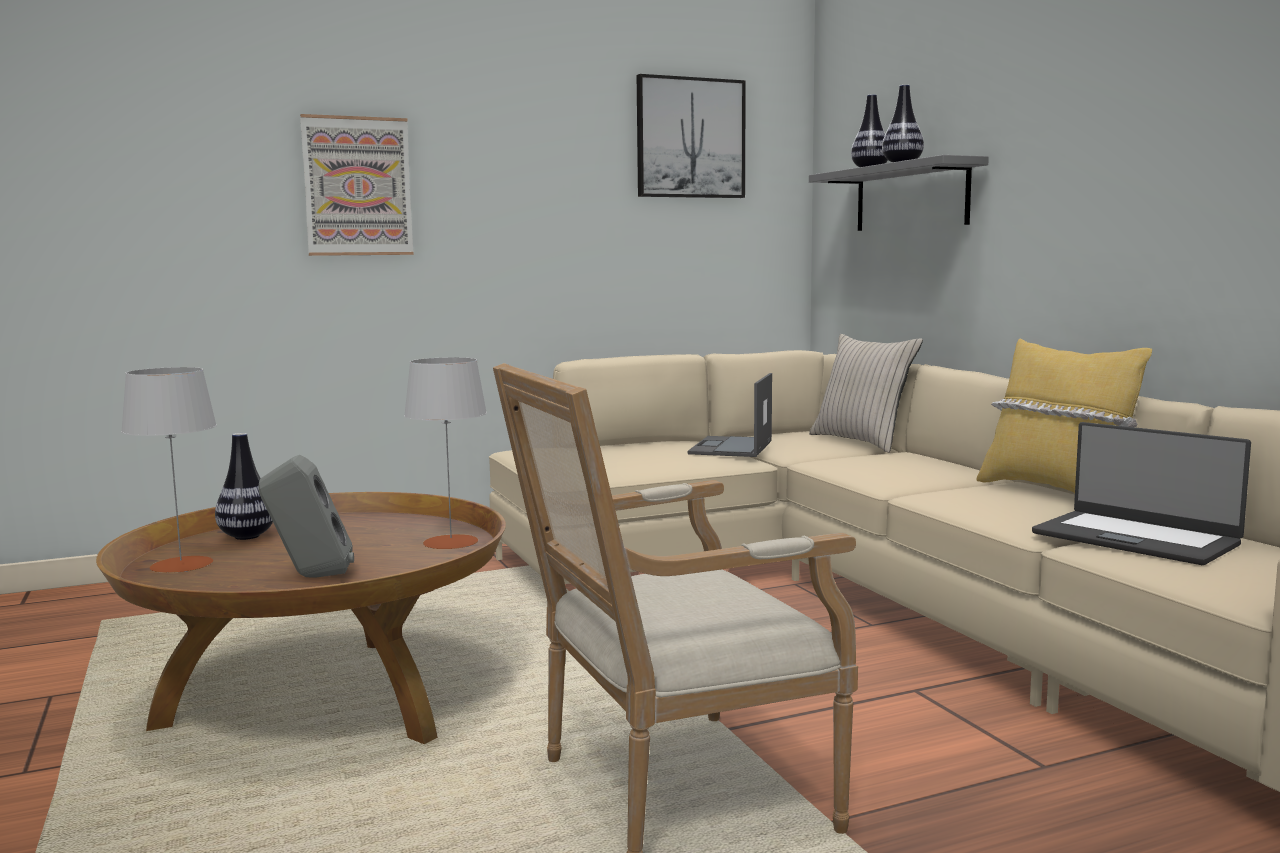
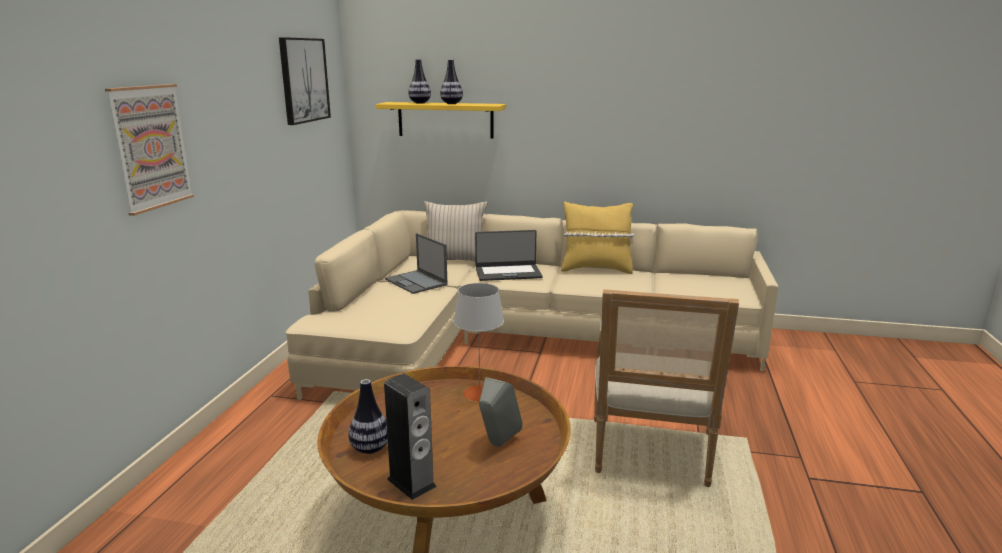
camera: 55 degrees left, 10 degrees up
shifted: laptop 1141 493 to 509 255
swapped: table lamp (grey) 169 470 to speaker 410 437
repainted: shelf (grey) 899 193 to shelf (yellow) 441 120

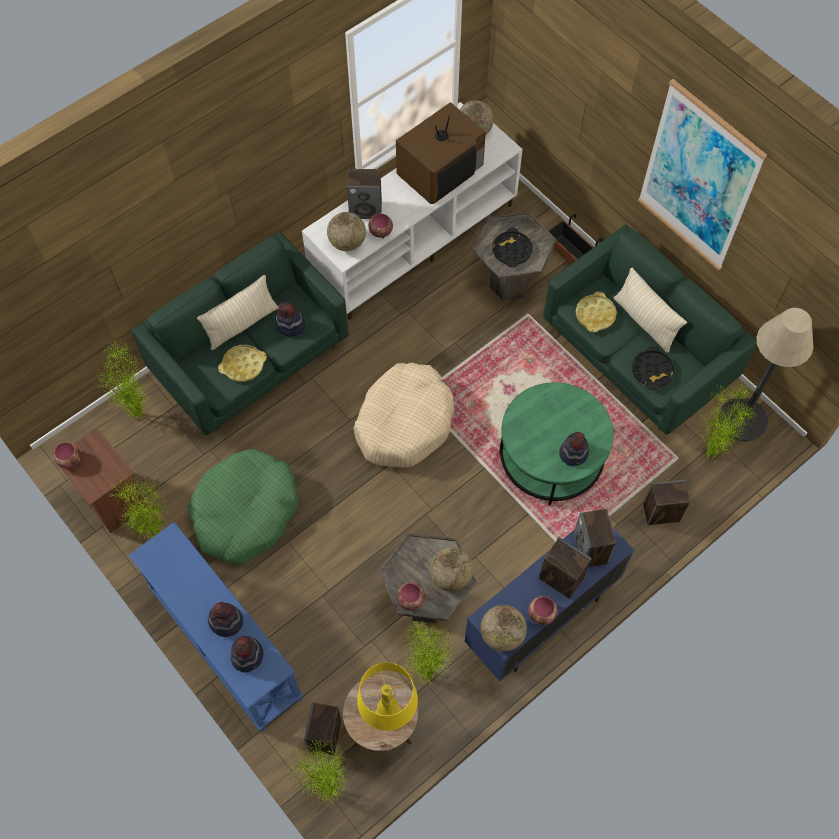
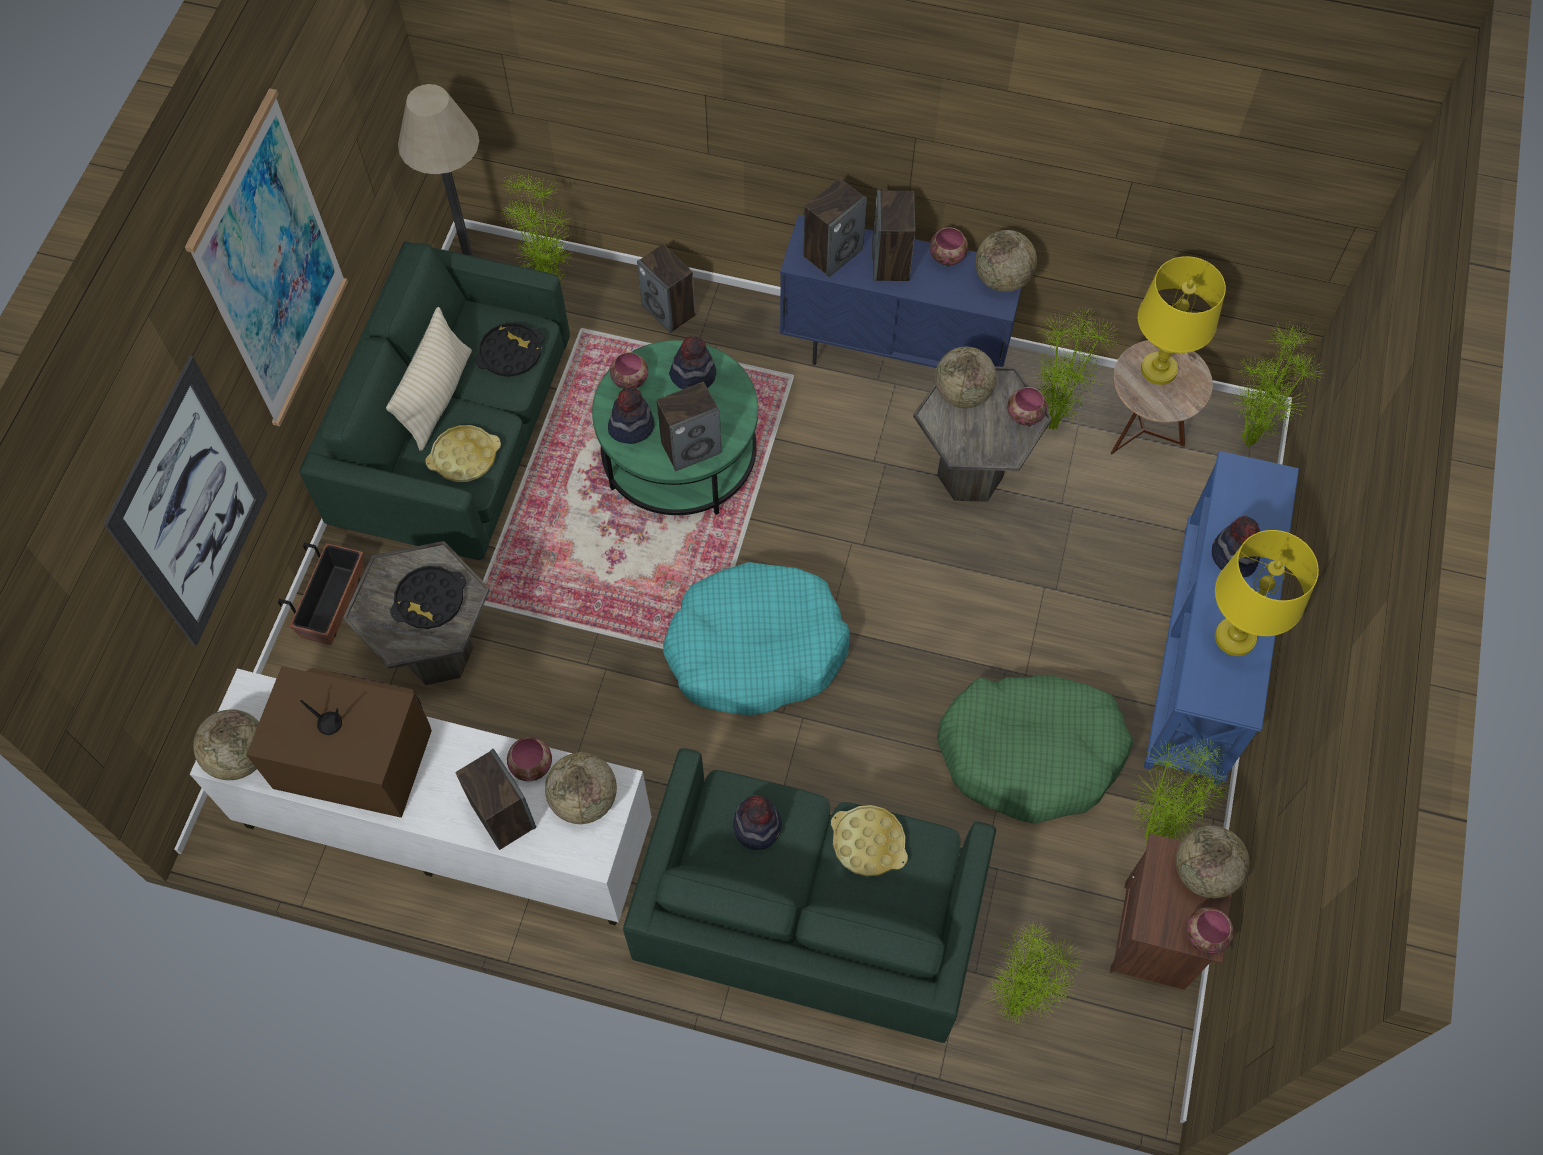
camera: 125 degrees left, 0 degrees up
gone: pillow (beige) 237 312
new: picture 185 501; bowl 629 370; globe 1213 862; table lamp (yellow) 1267 593
shifted: hat 247 654 to 631 415; speaker 323 728 to 689 426
repainted: dog bed (beige) 404 415 to dog bed (turquoise) 756 639

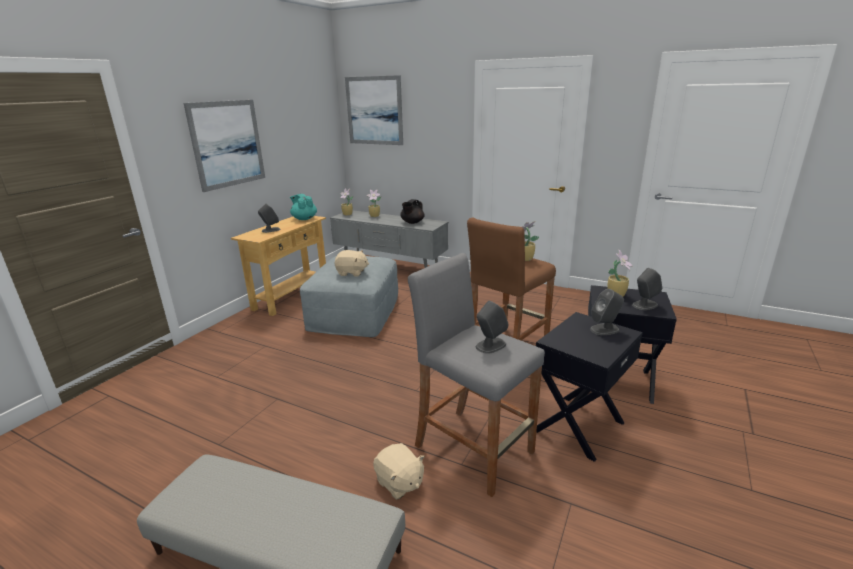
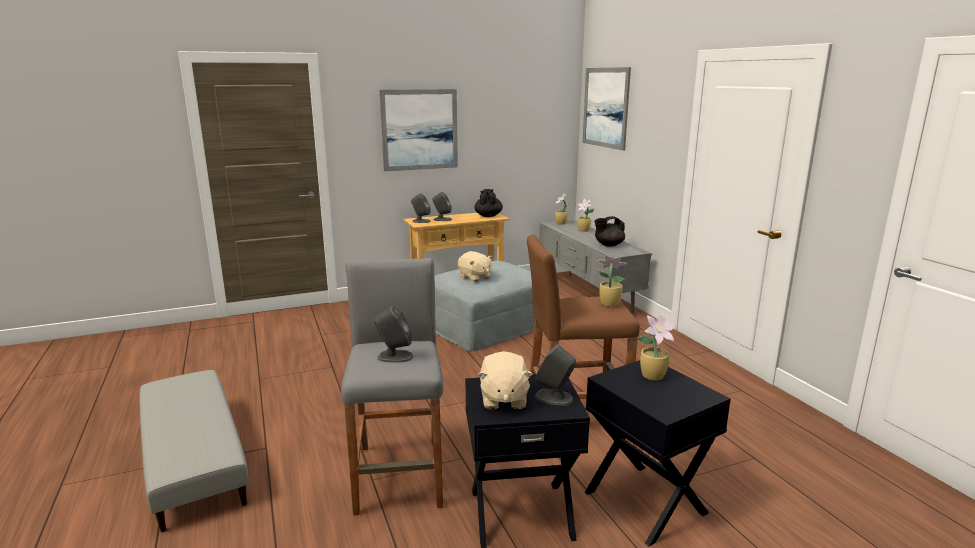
camera: 40 degrees right, 5 degrees down
shifted: plush toy (beige) 399 471 to 505 380; speaker (grey) 647 289 to 421 208
repainted: teapot (turquoise) 303 207 to teapot (black) 489 203

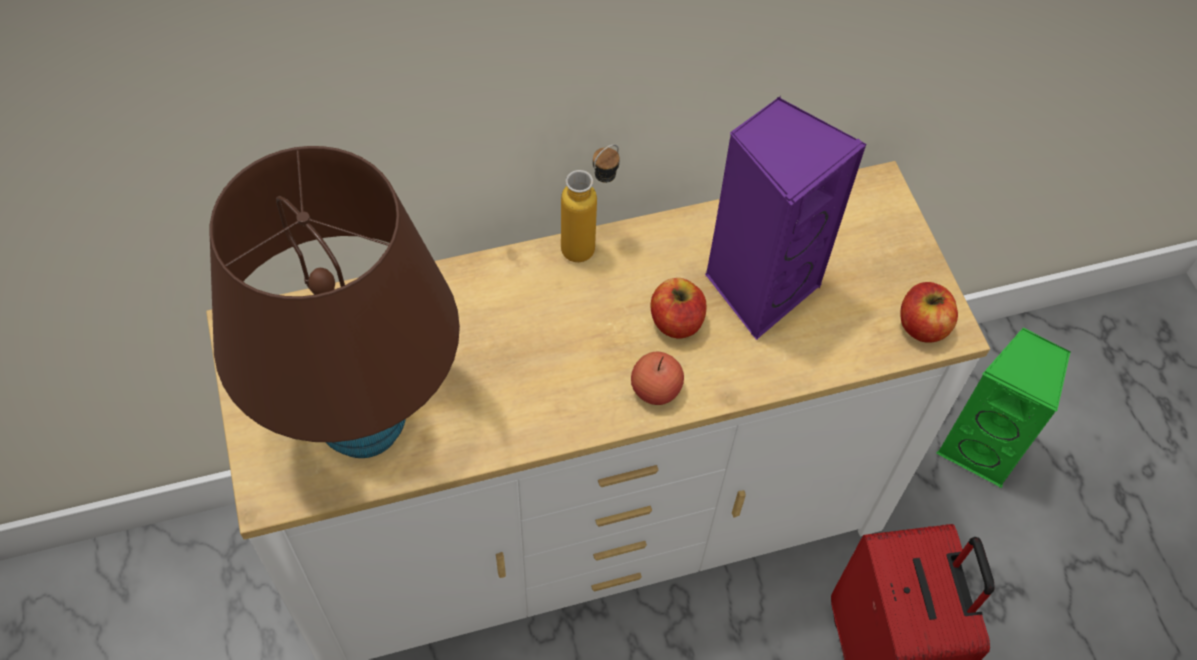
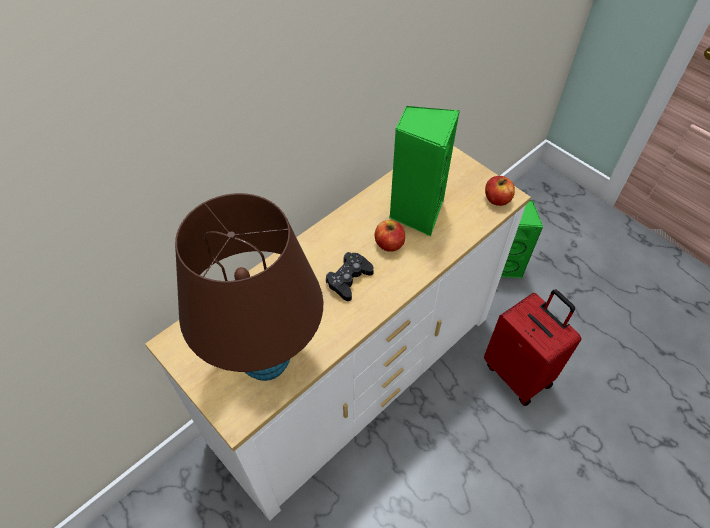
camera: 25 degrees left, 5 degrees down
gone: bottle 590 203; apple 657 378
new: game controller (black) 350 276
repainted: speaker (purple) 786 218 to speaker (green) 424 171

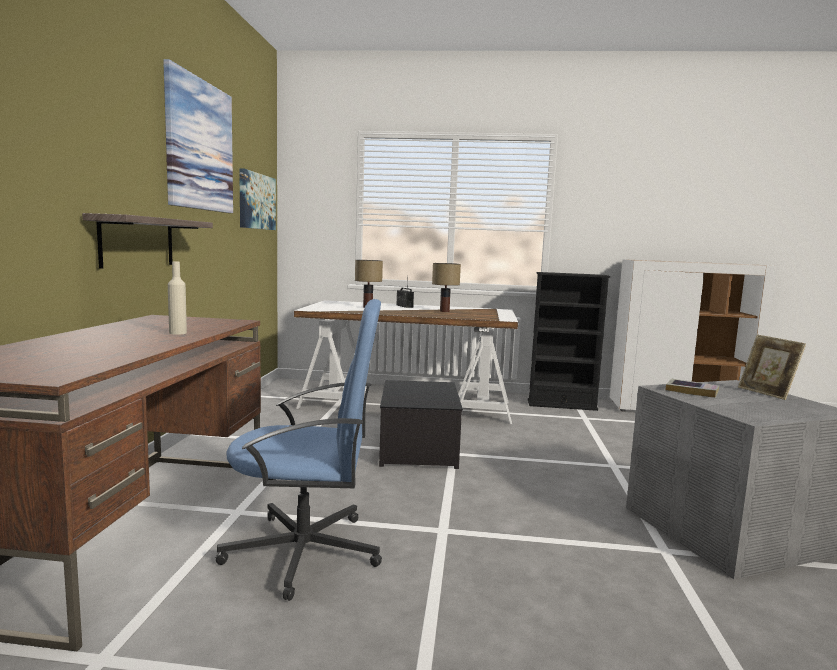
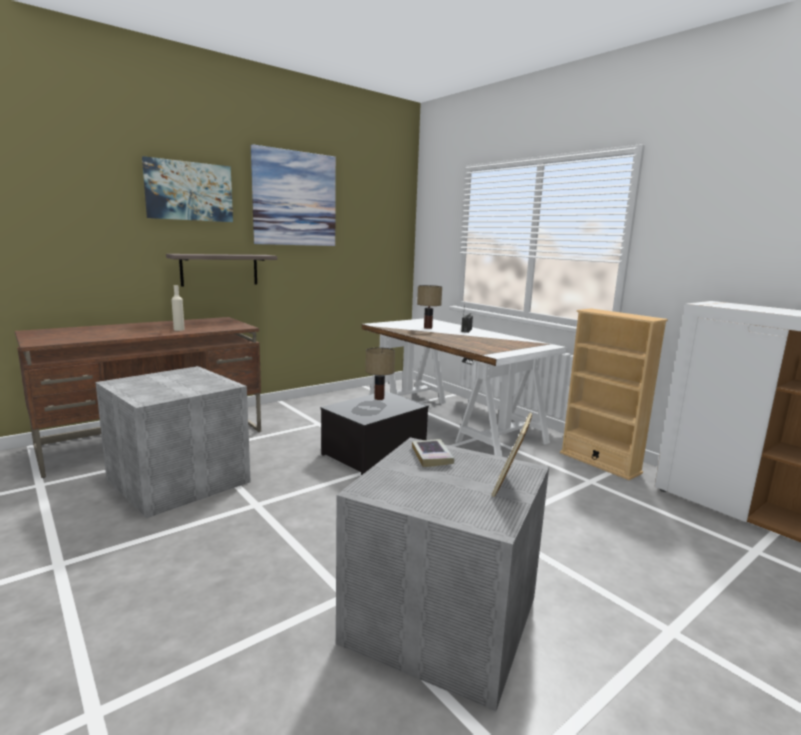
camera: 45 degrees right, 5 degrees up
shifted: picture 257 199 to 187 189; table lamp 446 287 to 380 373
swapped: office chair (blue) 299 450 to storage box (grey) 173 442
repainted: bookcase (black) 569 341 to bookcase (beige) 614 394

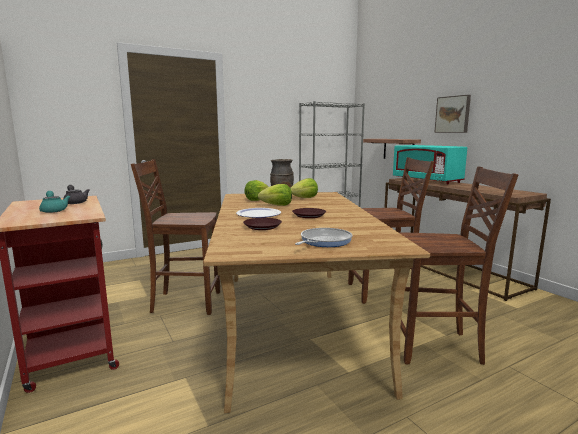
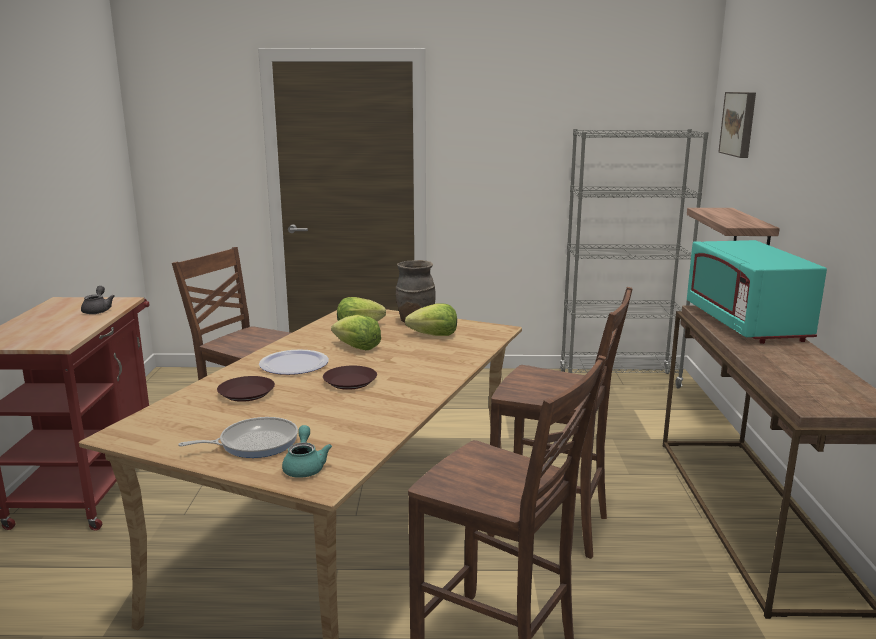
camera: 30 degrees right, 5 degrees up
shifted: teapot (turquoise) 54 202 to 307 451; picture 452 114 to 737 125

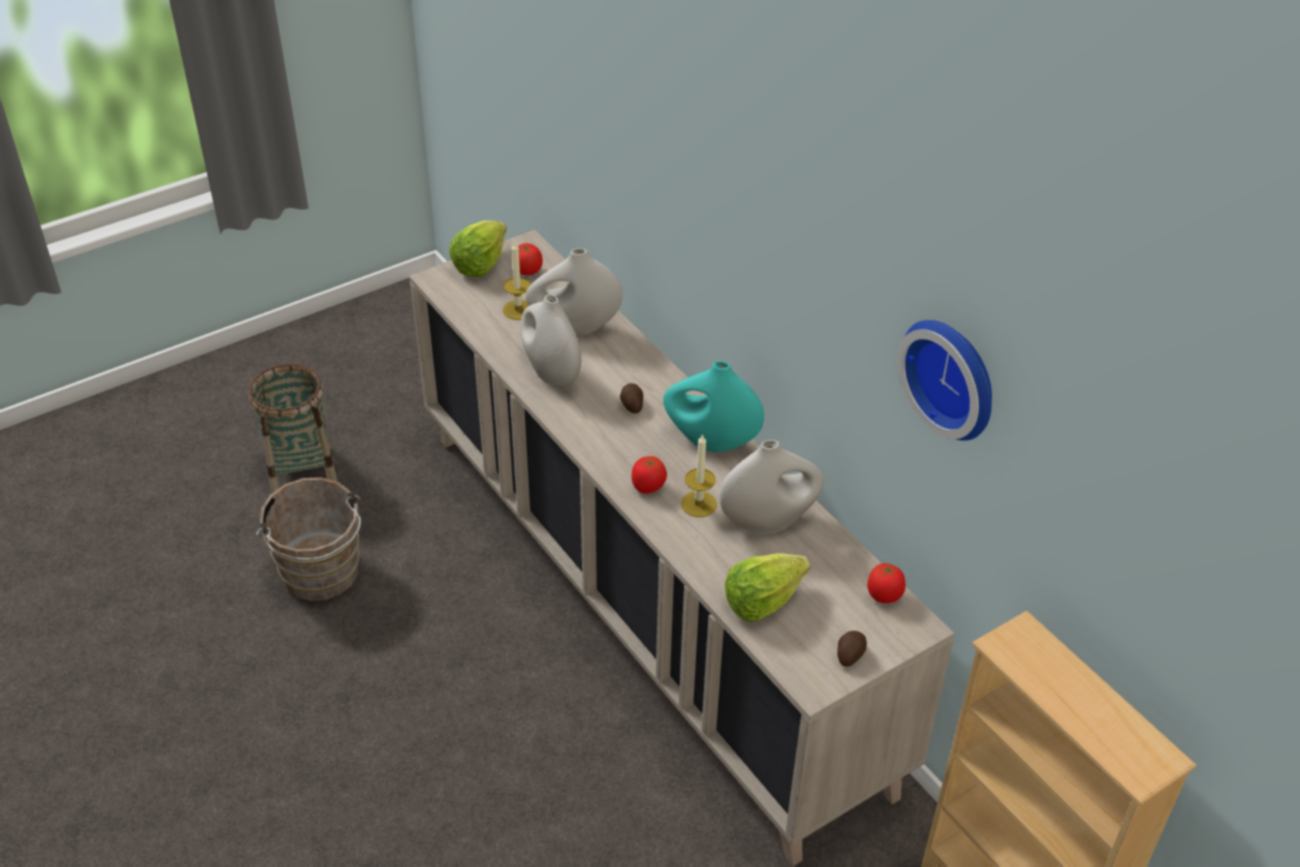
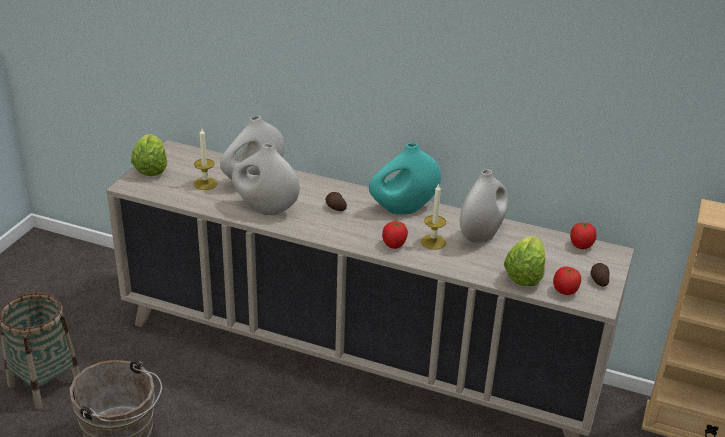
camera: 35 degrees left, 10 degrees down
gone: wall clock 944 380
shifted: tomato 530 259 to 567 281

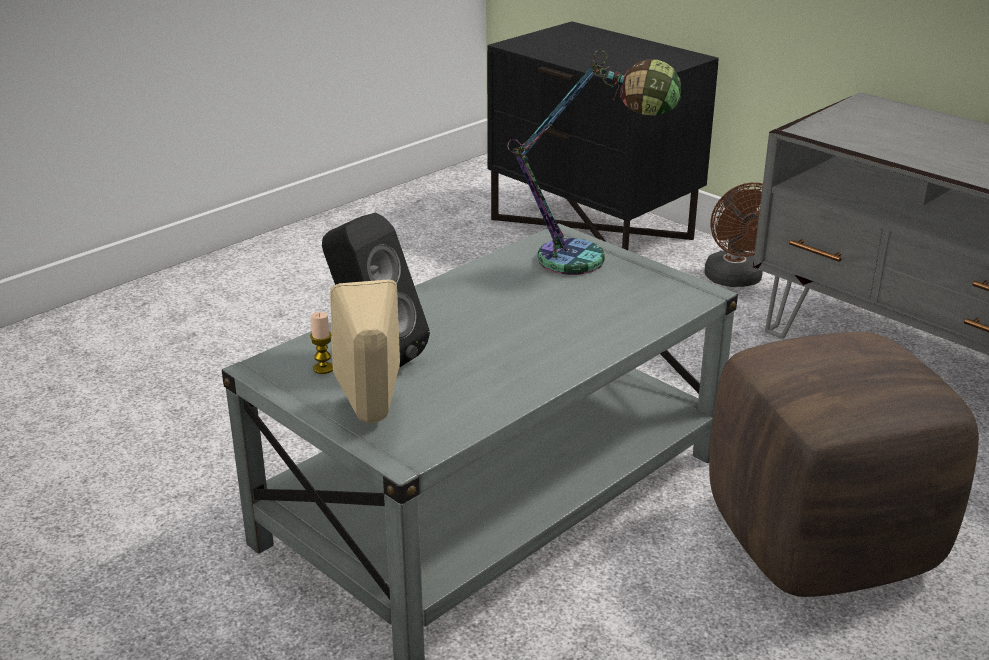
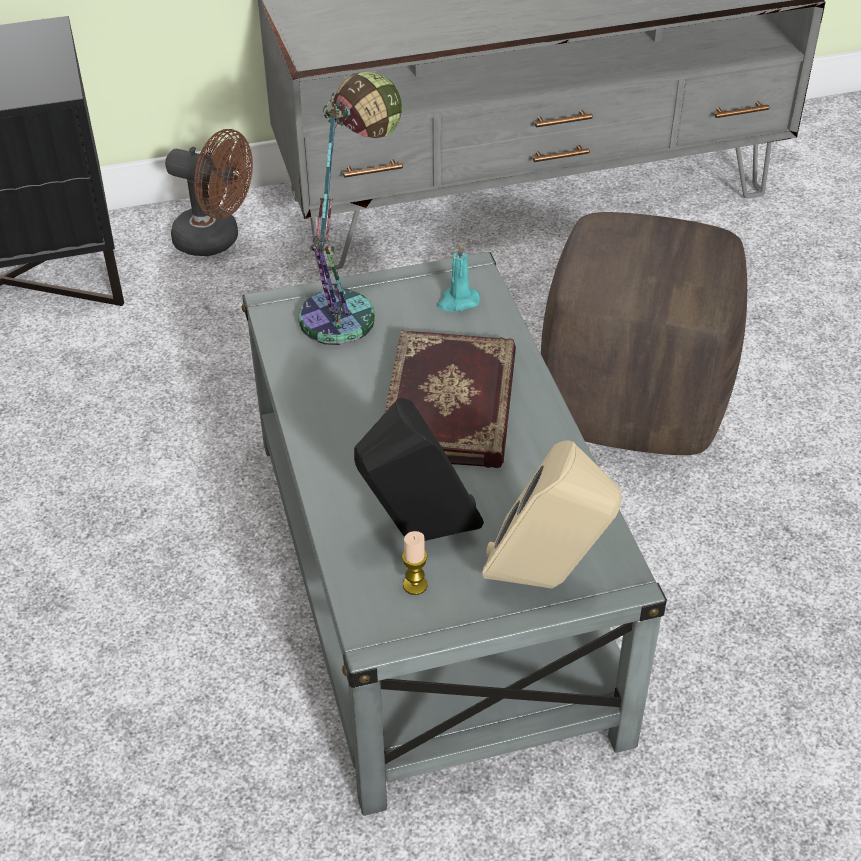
camera: 60 degrees left, 15 degrees up
new: book 450 399; candle (turquoise) 459 277

